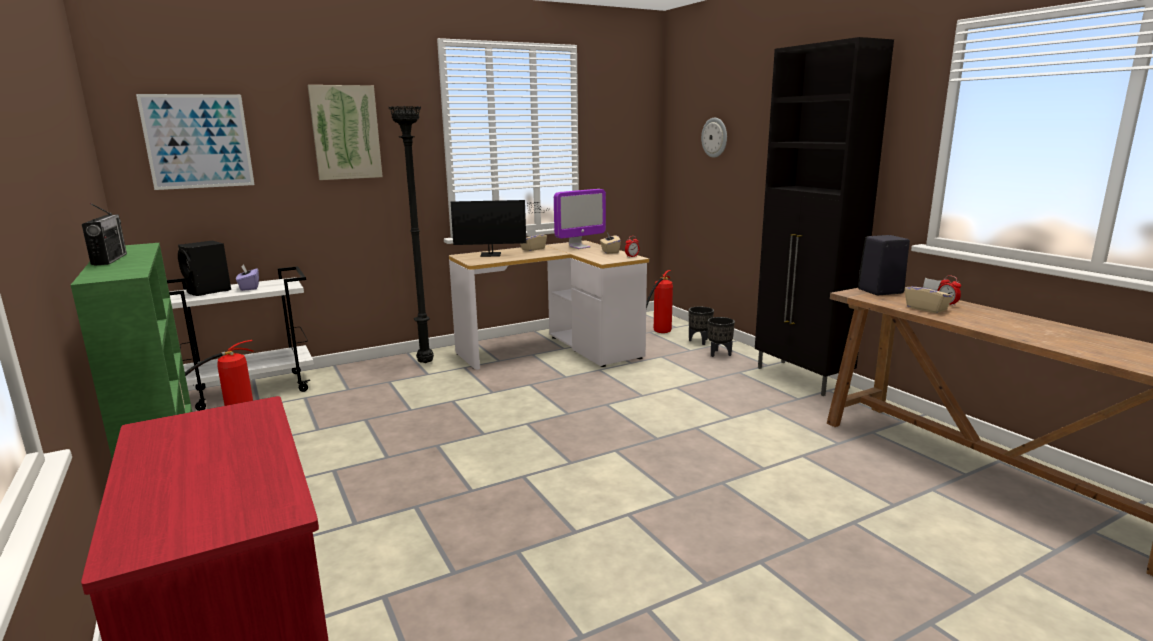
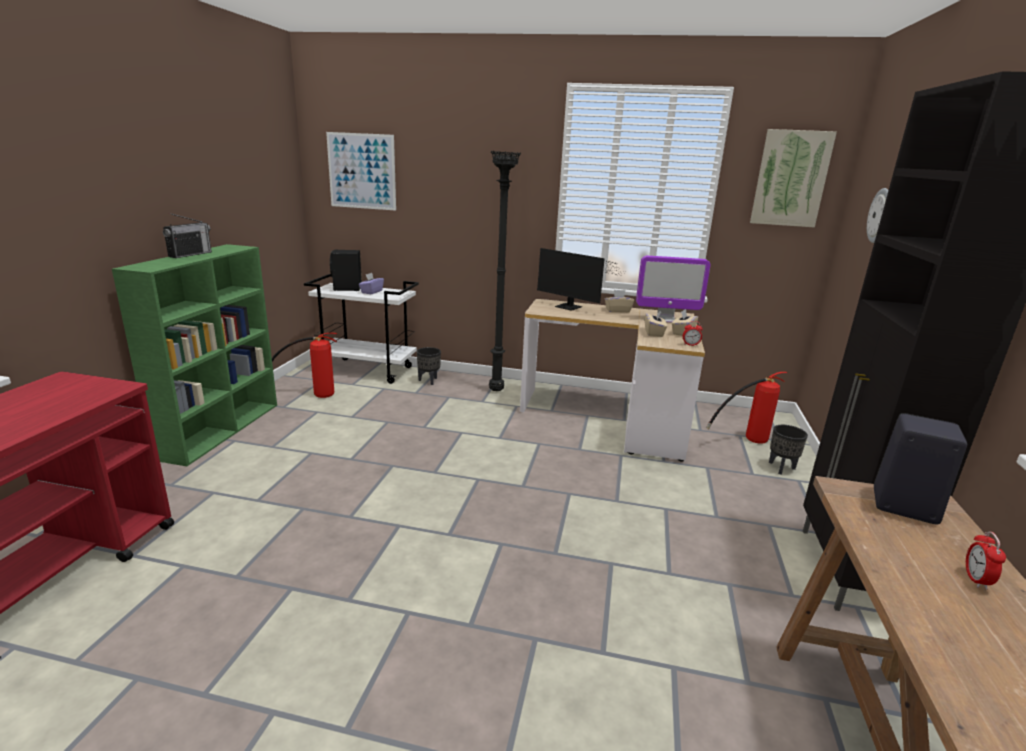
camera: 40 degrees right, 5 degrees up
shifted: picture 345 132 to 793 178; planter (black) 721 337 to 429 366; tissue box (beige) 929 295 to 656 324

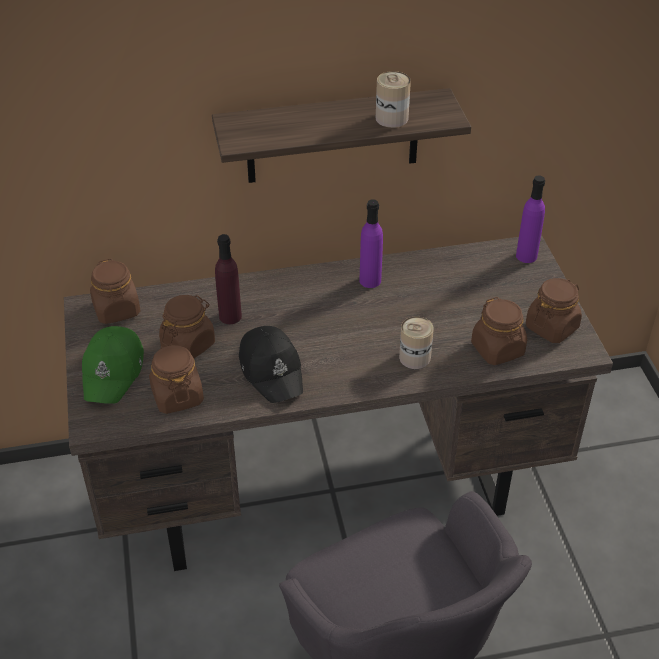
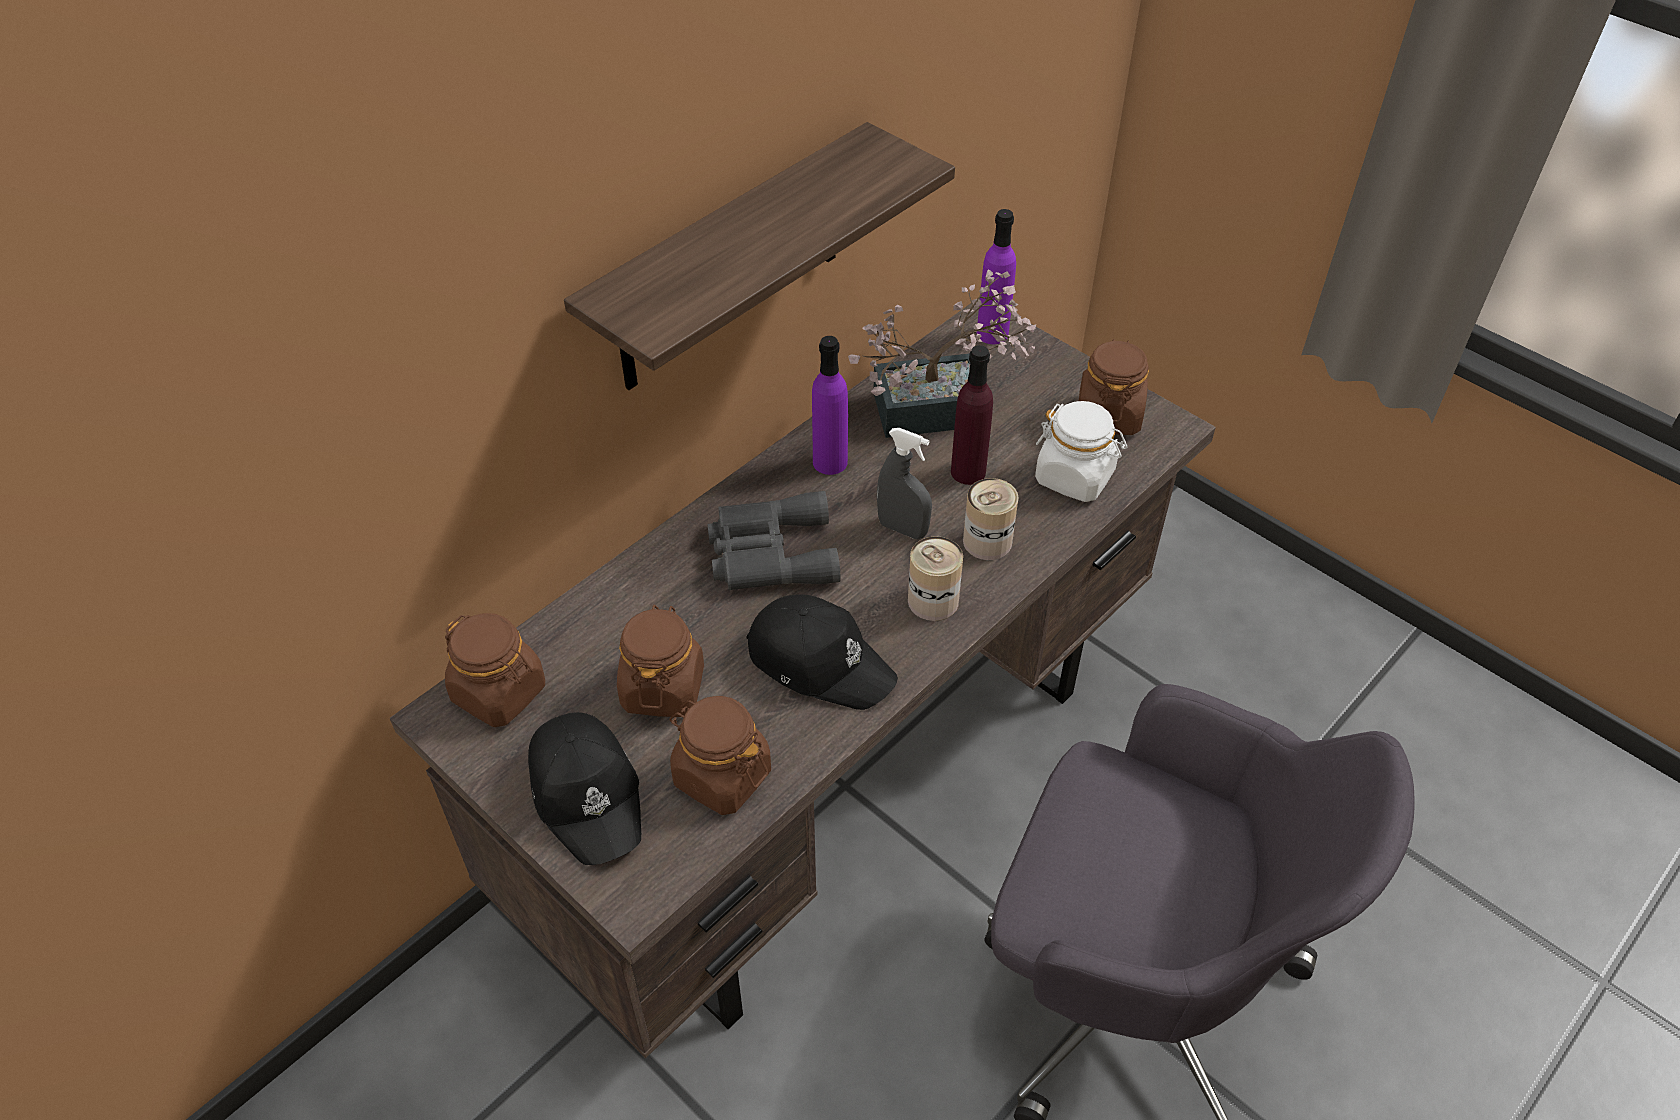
camera: 35 degrees left, 5 degrees up
new: binoculars (grey) 773 540; potted plant 942 353; spray bottle (grey) 904 483
shifted: bottle (purple) 228 279 to 972 415; can 393 99 to 935 578
repainted: cap (green) 113 365 to cap (black) 584 788; jar (brown) 499 331 to jar (white) 1081 451

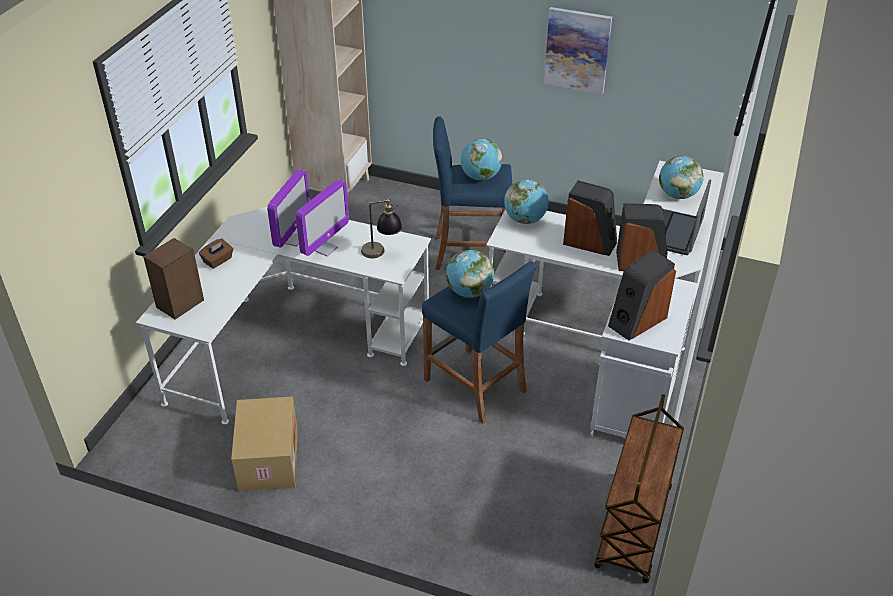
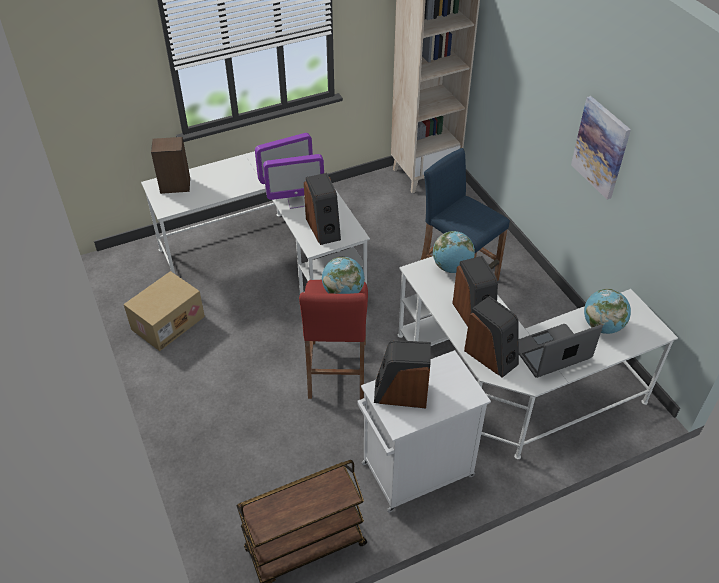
camera: 45 degrees right, 5 degrees up
gone: tissue box (brown) 216 253; globe 481 159
swapped: table lamp 381 227 to speaker 322 209
repainted: stool (blue) 479 342 to stool (red) 333 339

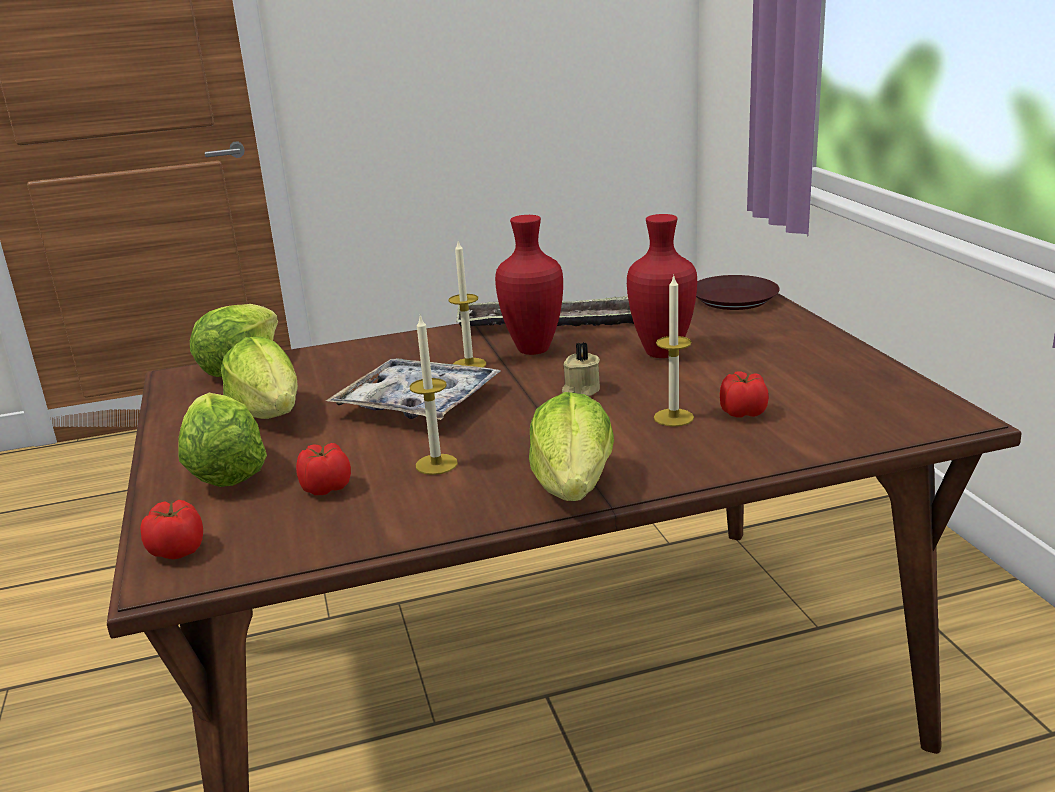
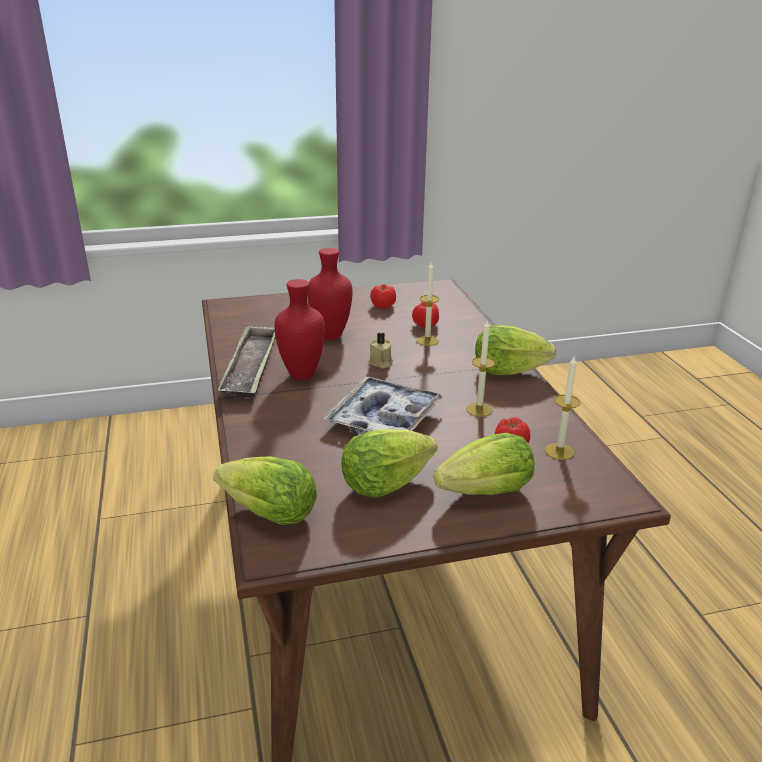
camera: 90 degrees left, 5 degrees up
gone: plate (brown) 738 292
shifted: tomato 171 529 to 383 296; candle 467 304 to 563 407

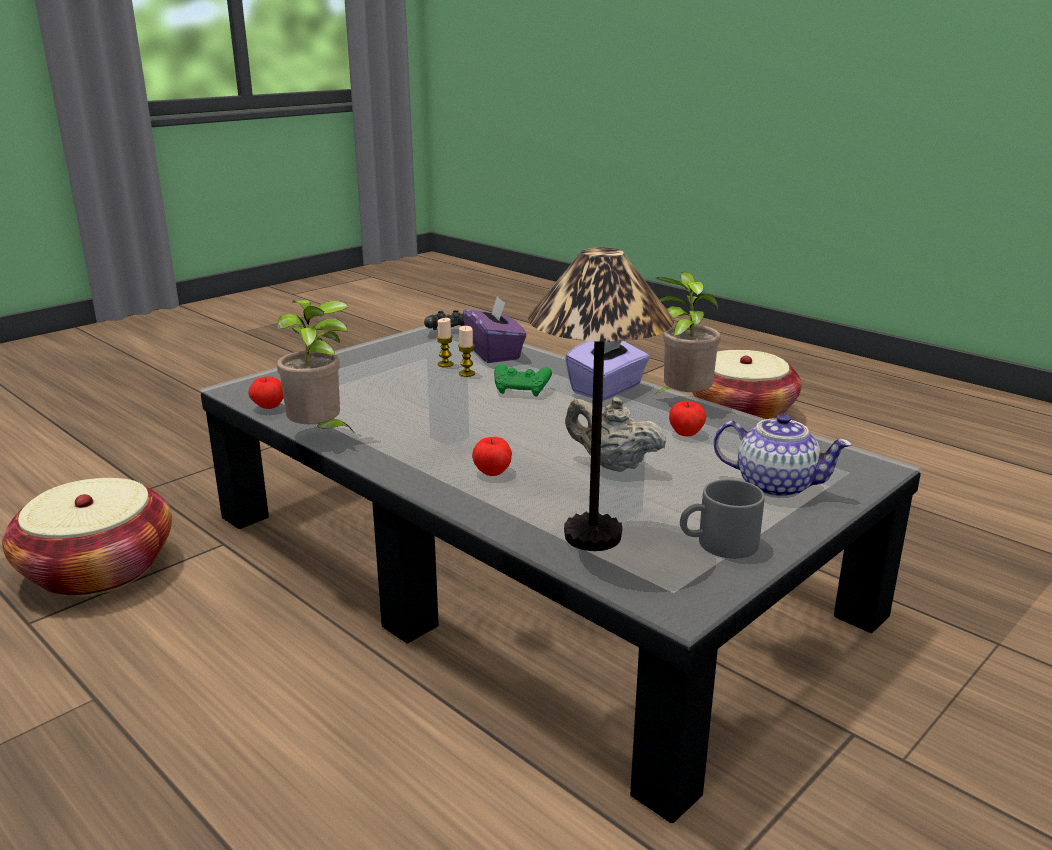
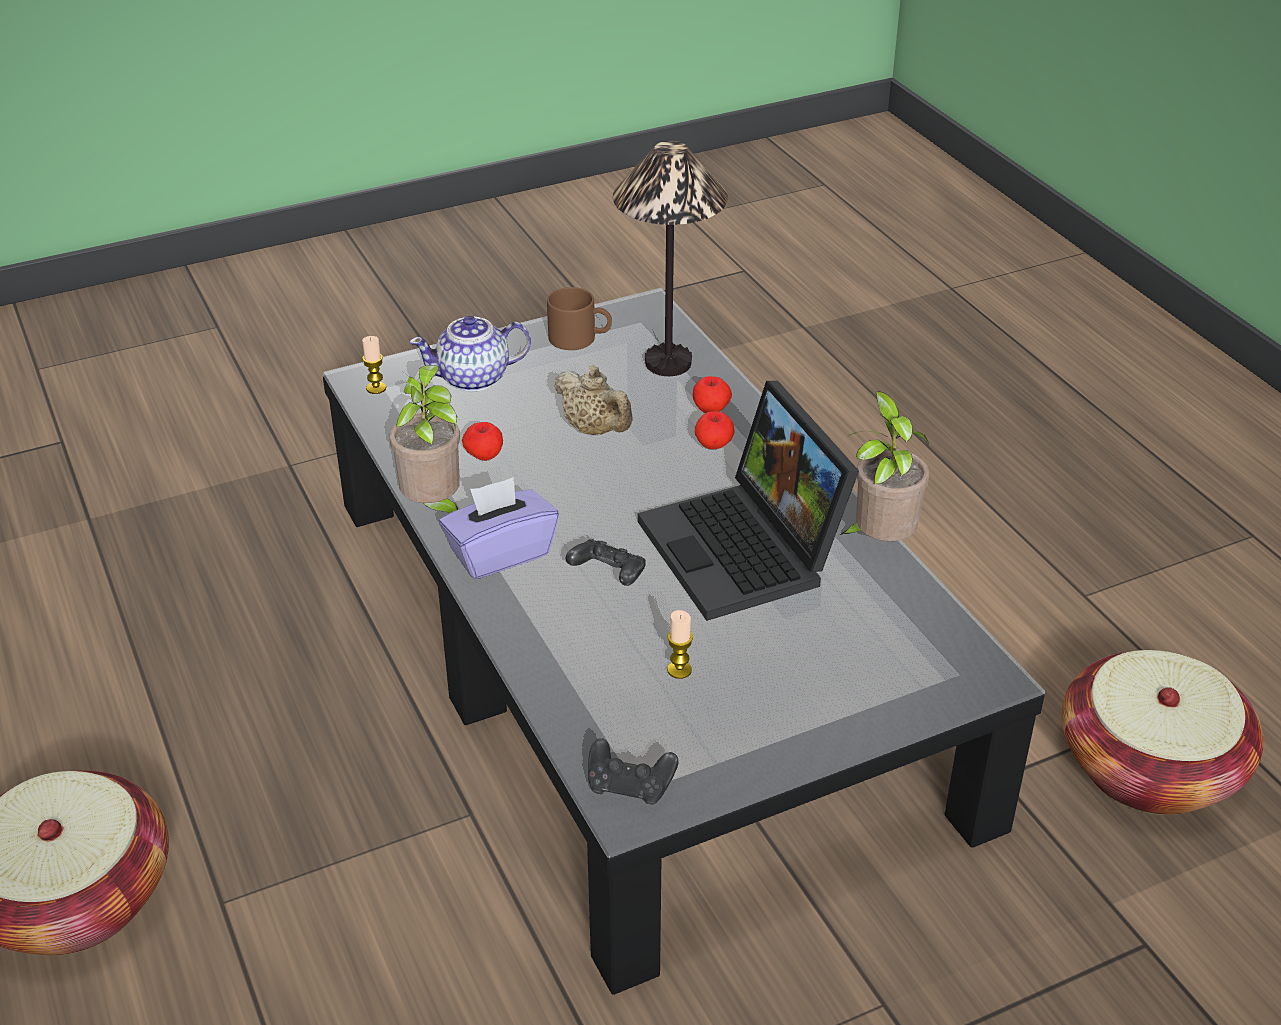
camera: 160 degrees left, 15 degrees up
gone: tissue box (purple) 494 329
new: laptop 748 501
shifted: apple 266 392 to 712 394; candle 466 351 to 374 365
repainted: game controller (green) 523 380 to game controller (black) 606 562; mug (grey) 722 519 to mug (brown) 579 318
rotated: teapot 782 456 = 470 354 60 degrees counterclockwise

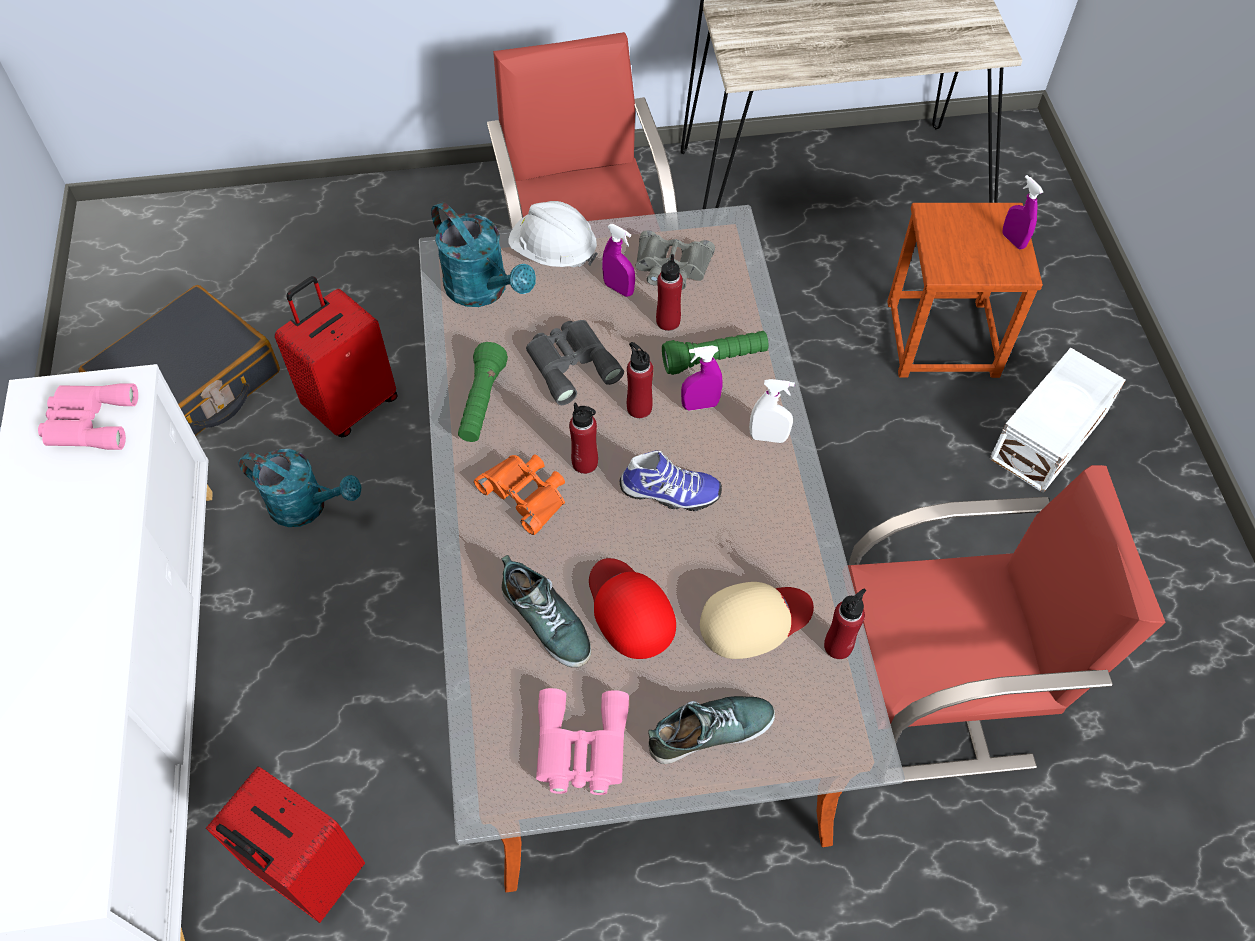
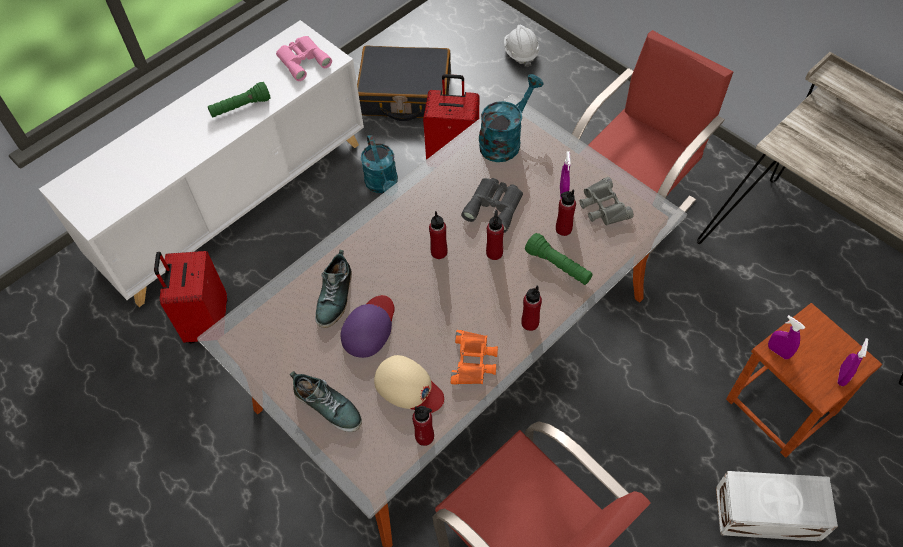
camera: 55 degrees right, 0 degrees up
gone: binoculars (pink) 582 741; shoe 671 480
shifted: flashlight (green) 483 392 to 239 99; binoculars (orange) 519 495 to 474 357; hard hat (white) 553 234 to 521 46; spray bottle (purple) 702 378 to 786 337
swapped: spray bottle (white) 772 411 to bottle (red) 531 308
repainted: cap (red) 632 608 to cap (purple) 368 326
rotated: watering can (turquoise) 483 254 = 511 118 150 degrees counterclockwise

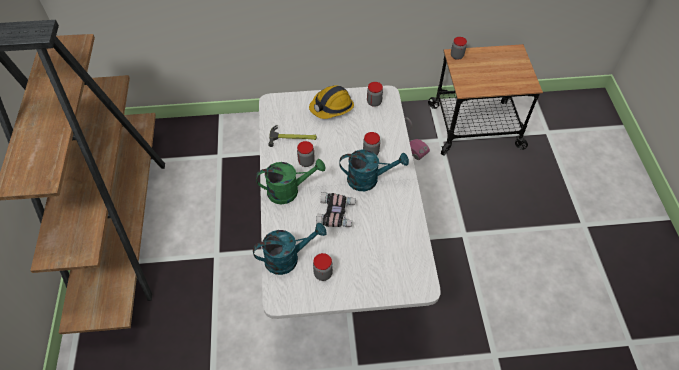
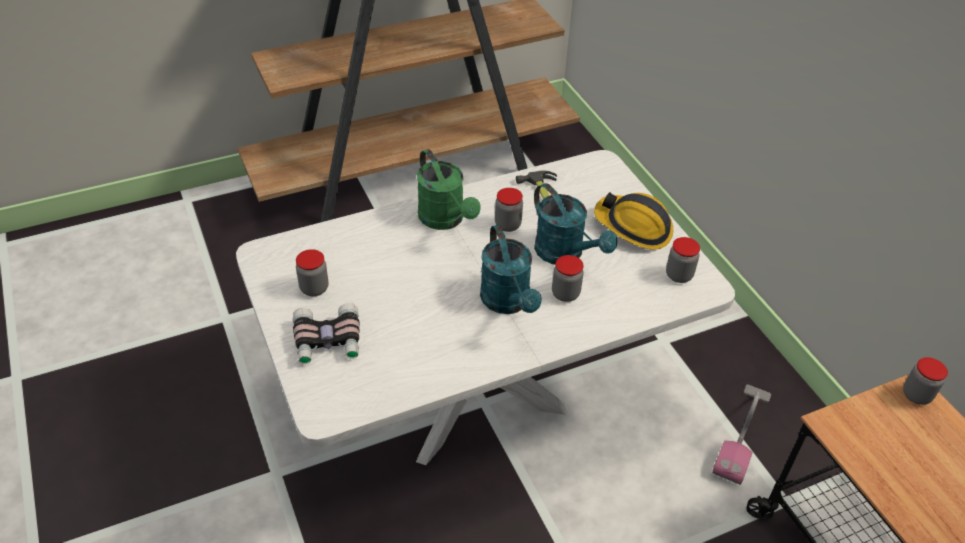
camera: 70 degrees right, 10 degrees down
shifted: watering can (turquoise) 290 249 to 575 223; binoculars 336 209 to 326 333

